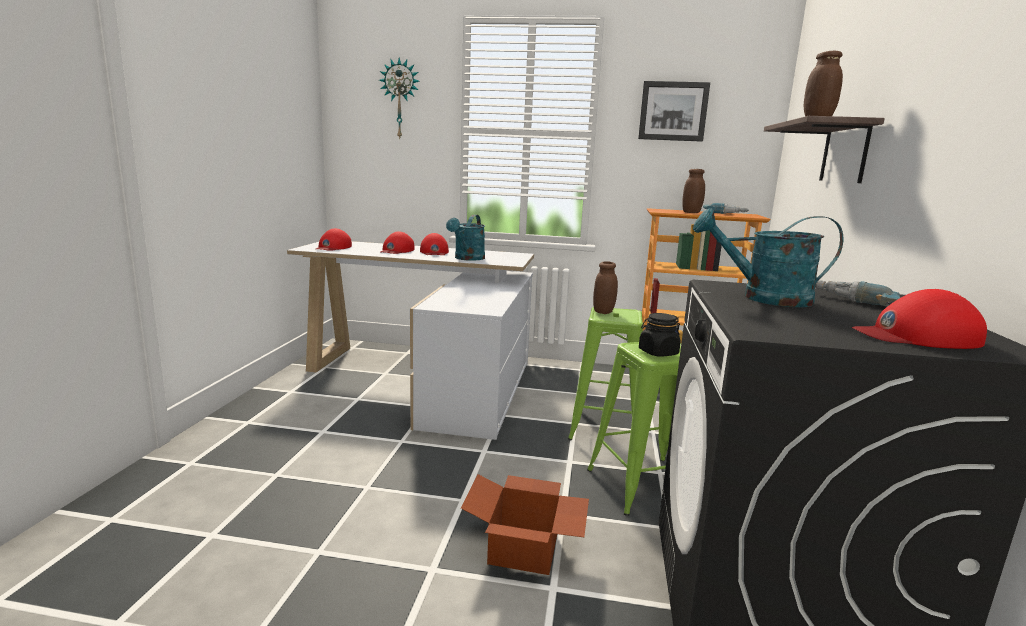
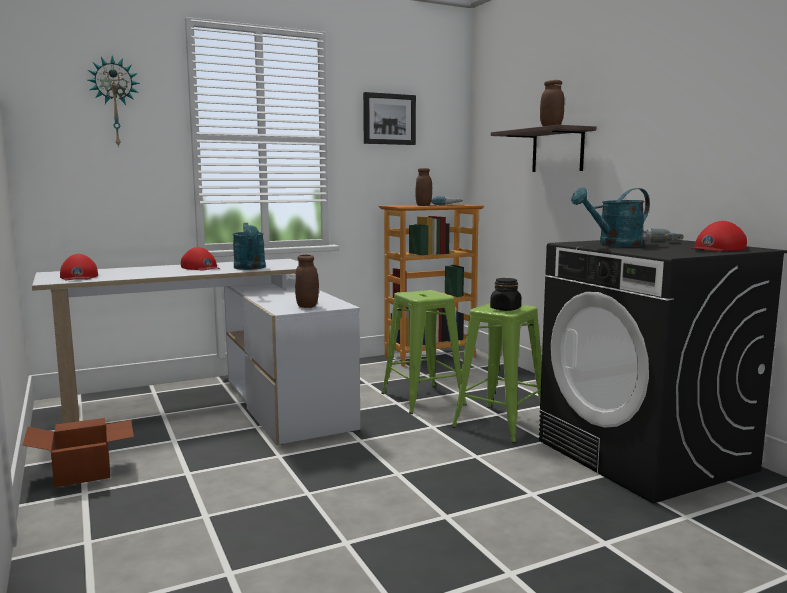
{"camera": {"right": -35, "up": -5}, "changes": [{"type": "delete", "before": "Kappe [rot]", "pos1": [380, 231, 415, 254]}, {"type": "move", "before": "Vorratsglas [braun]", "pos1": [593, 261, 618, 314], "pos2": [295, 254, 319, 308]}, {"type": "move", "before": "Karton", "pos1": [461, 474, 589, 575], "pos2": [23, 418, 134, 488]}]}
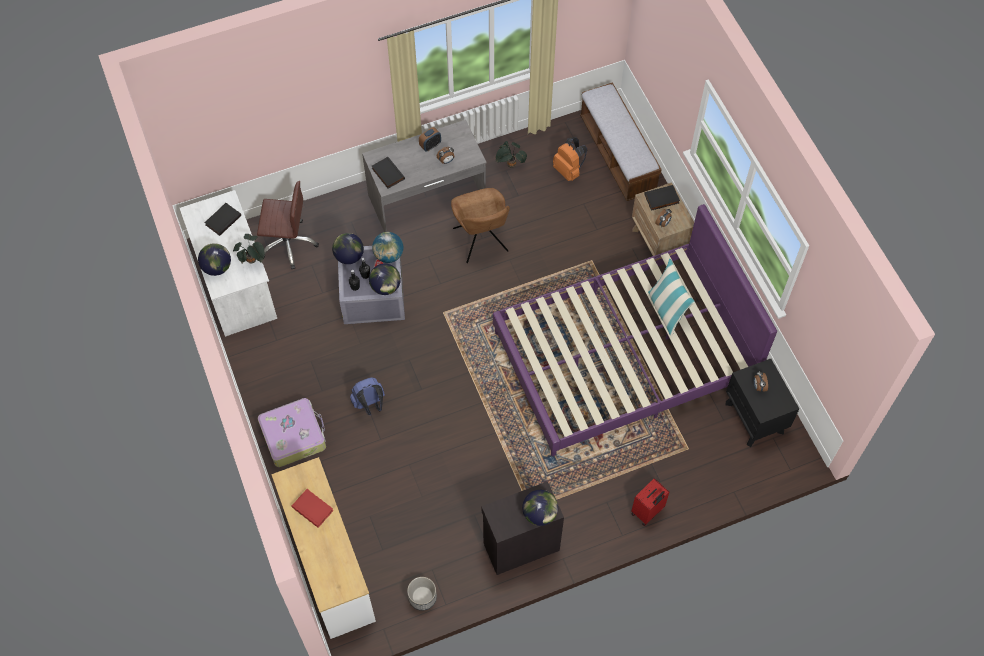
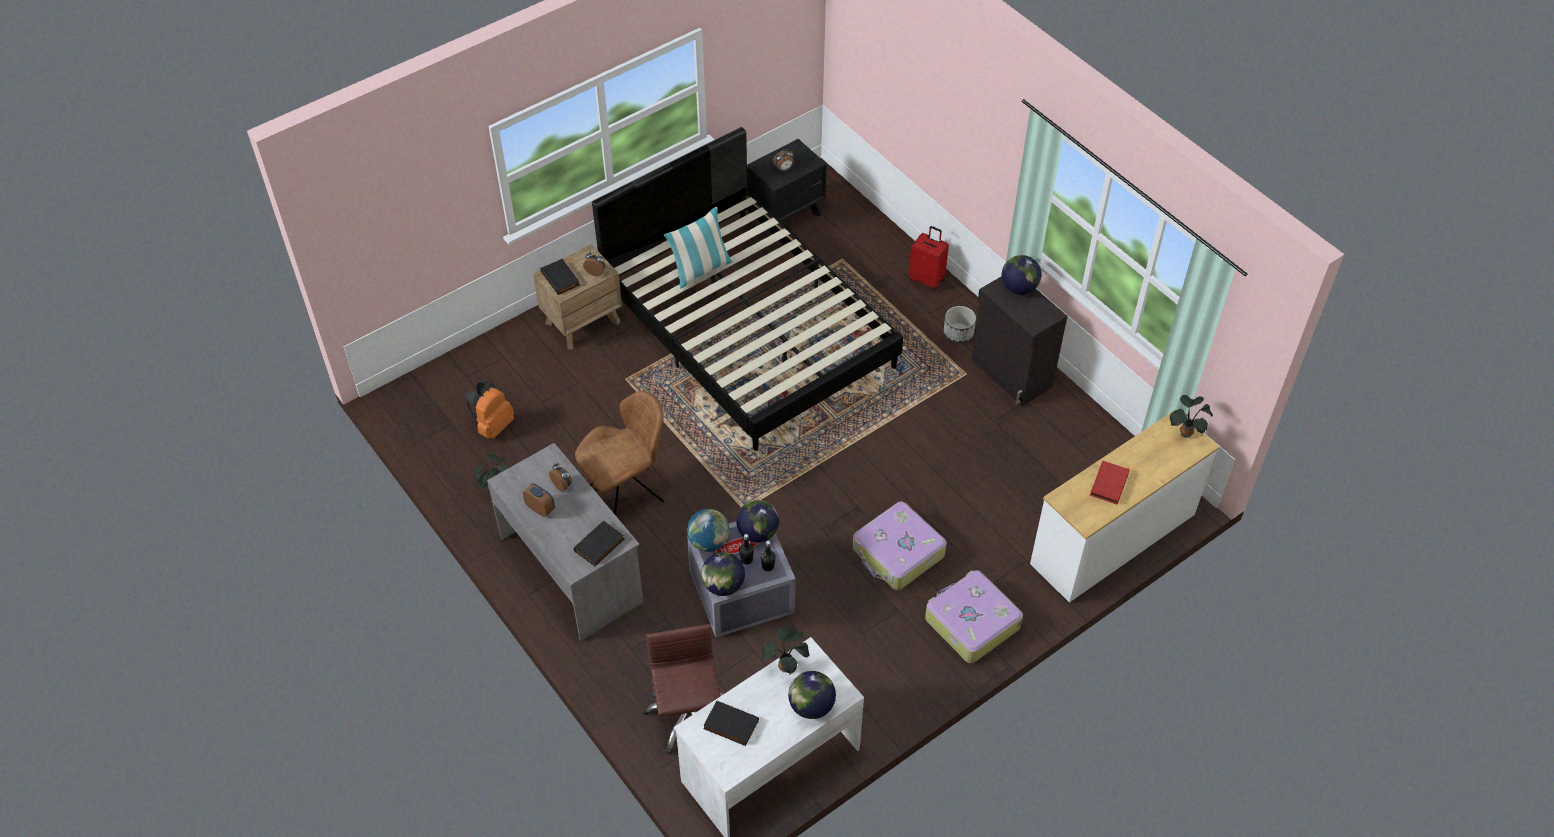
{"camera": {"right": -105, "up": -10}, "changes": [{"type": "delete", "before": "Bank", "pos1": [580, 82, 662, 201]}, {"type": "recolor", "before": "Bett [lila]", "after": "Bett [schwarz]", "pos1": [493, 204, 777, 456], "pos2": [592, 127, 903, 451]}, {"type": "replace", "before": "Rucksack [blau]", "after": "Koffer", "pos1": [350, 377, 385, 415], "pos2": [853, 501, 947, 590]}, {"type": "move", "before": "Pflanzkübel", "pos1": [407, 577, 437, 611], "pos2": [944, 306, 976, 344]}, {"type": "insert", "after": "Topfpflanze", "pos2": [1170, 395, 1213, 438]}]}
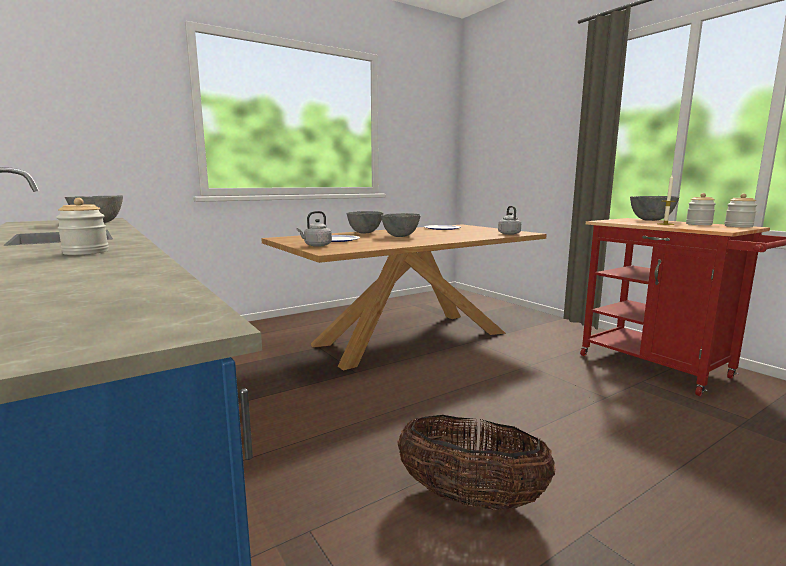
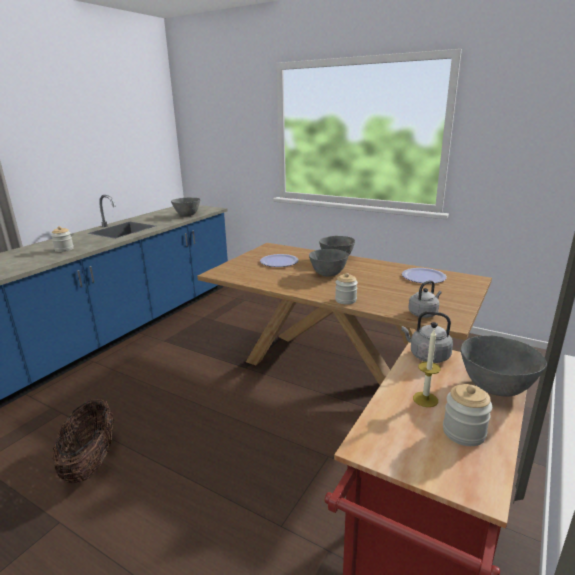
{"camera": {"right": 65, "up": 10}, "changes": [{"type": "move", "before": "Vorratsglas", "pos1": [724, 194, 757, 227], "pos2": [335, 273, 358, 304]}, {"type": "move", "before": "Wasserkessel [grau]", "pos1": [297, 211, 332, 247], "pos2": [402, 311, 453, 363]}]}
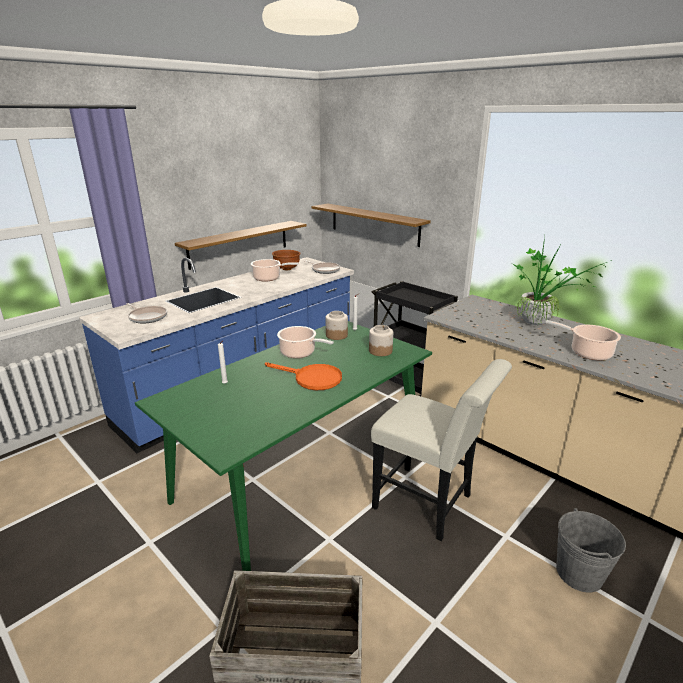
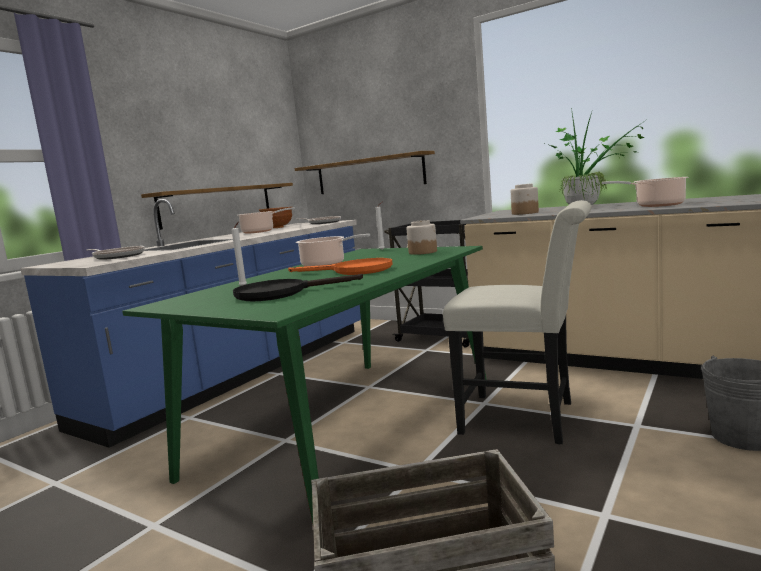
{"camera": {"right": -10, "up": -15}, "changes": [{"type": "move", "before": "Vorratsglas", "pos1": [326, 311, 348, 340], "pos2": [511, 184, 539, 215]}, {"type": "insert", "after": "Pfanne [schwarz]", "pos2": [233, 274, 363, 301]}]}
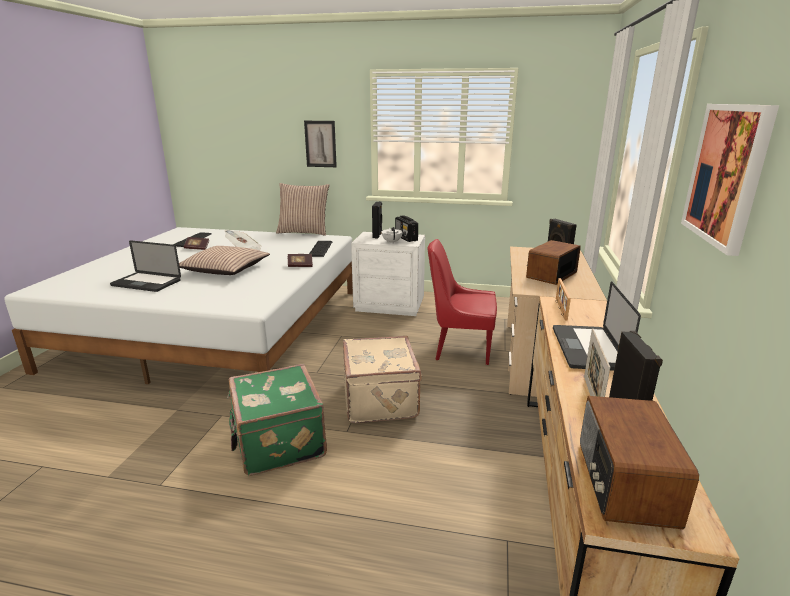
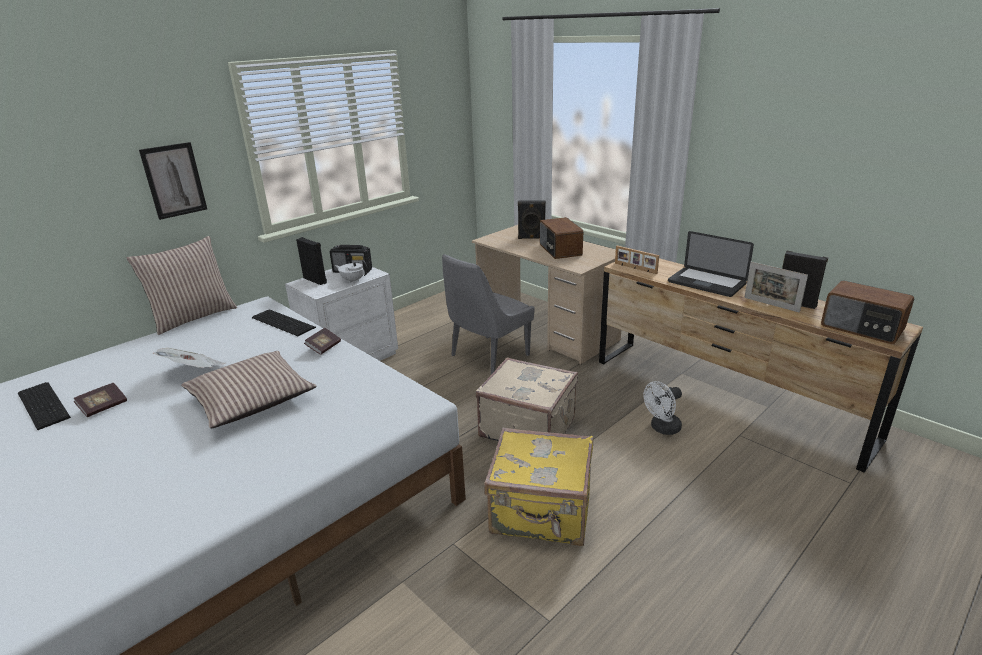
{"camera": {"right": -55, "up": 5}, "changes": [{"type": "delete", "before": "Bild", "pos1": [681, 104, 779, 256]}, {"type": "recolor", "before": "Stuhl [rot]", "after": "Stuhl [grau]", "pos1": [428, 239, 497, 365], "pos2": [442, 254, 535, 375]}, {"type": "delete", "before": "Laptop", "pos1": [110, 240, 181, 292]}, {"type": "recolor", "before": "Koffer [grün]", "after": "Koffer [gelb]", "pos1": [227, 364, 327, 476], "pos2": [484, 428, 593, 546]}, {"type": "insert", "after": "Ventilator [weiß]", "pos2": [643, 381, 682, 435]}]}
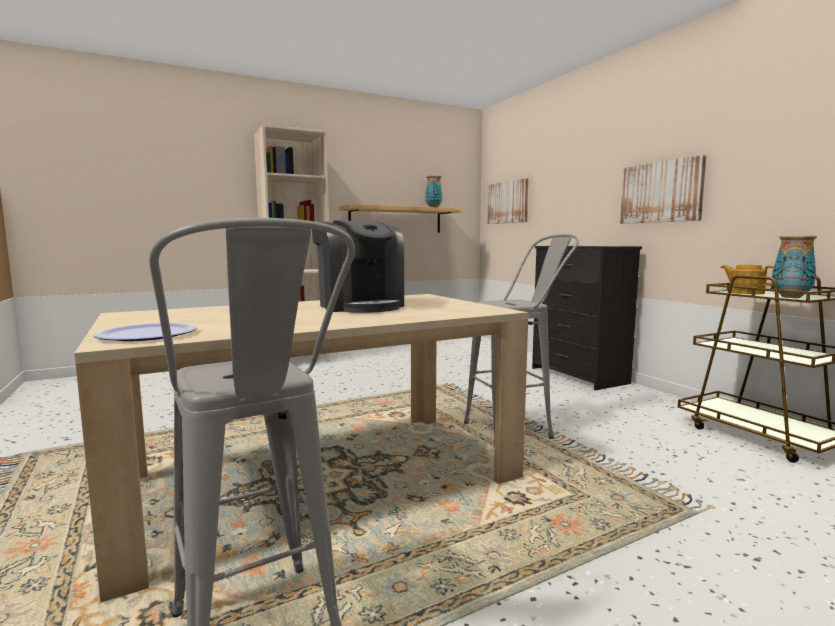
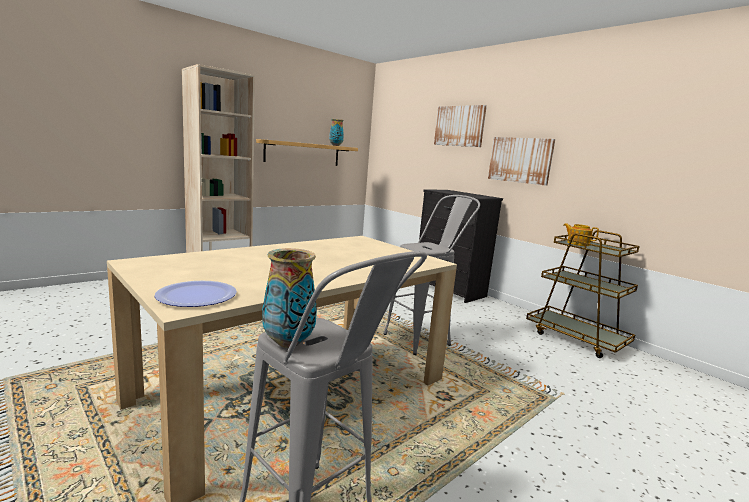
{"camera": {"right": -15, "up": 5}, "changes": [{"type": "move", "before": "Bild", "pos1": [487, 178, 529, 224], "pos2": [434, 105, 487, 147]}, {"type": "delete", "before": "Kaffeemaschine", "pos1": [312, 220, 404, 313]}, {"type": "move", "before": "Vase", "pos1": [772, 236, 817, 298], "pos2": [262, 248, 317, 348]}]}
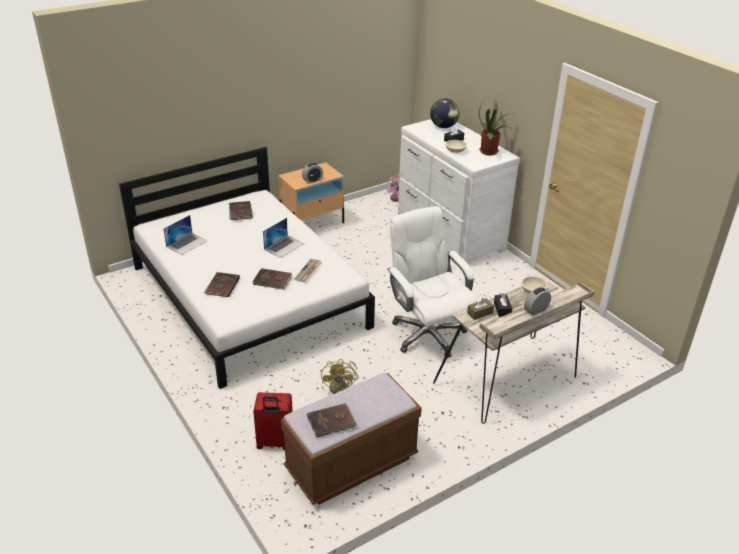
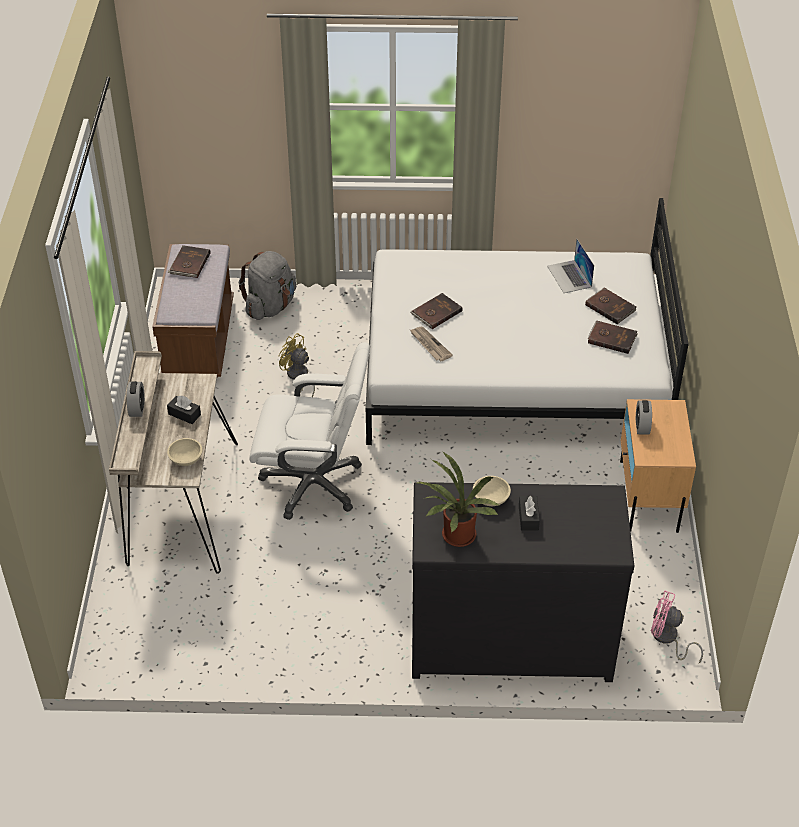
{"camera": {"right": 125, "up": 10}, "changes": [{"type": "delete", "before": "Globus", "pos1": [430, 99, 459, 128]}, {"type": "recolor", "before": "Kommode [weiß]", "after": "Kommode [schwarz]", "pos1": [398, 119, 520, 265], "pos2": [412, 482, 634, 682]}, {"type": "delete", "before": "Laptop", "pos1": [263, 218, 304, 258]}, {"type": "move", "before": "Buch [braun]", "pos1": [204, 272, 240, 297], "pos2": [585, 287, 637, 324]}, {"type": "delete", "before": "Taschentuchbox [braun]", "pos1": [467, 298, 494, 320]}, {"type": "replace", "before": "Koffer [rot]", "after": "Rucksack [grau]", "pos1": [253, 392, 293, 450], "pos2": [239, 251, 296, 320]}]}
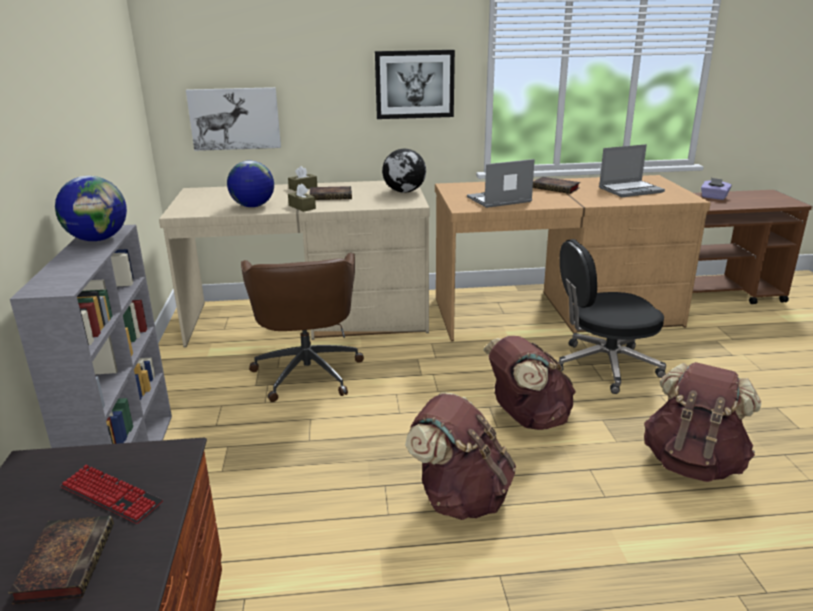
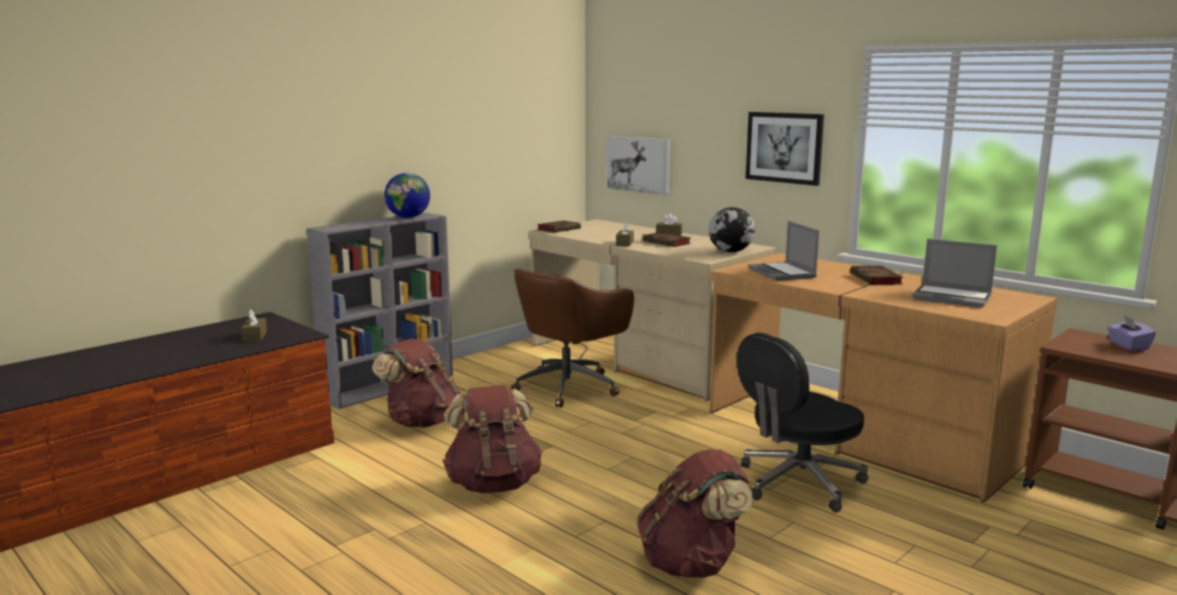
{"camera": {"right": 50, "up": -10}, "changes": [{"type": "rotate", "before": "Laptop", "pos1": [467, 159, 535, 208], "pos2": [748, 221, 819, 281], "turn": -135}, {"type": "delete", "before": "Globus", "pos1": [227, 160, 274, 207]}, {"type": "rotate", "before": "Bürostuhl [schwarz]", "pos1": [558, 239, 666, 394], "pos2": [737, 333, 868, 512], "turn": -75}, {"type": "move", "before": "Rucksack [braun]", "pos1": [483, 336, 576, 430], "pos2": [372, 339, 461, 427]}, {"type": "replace", "before": "Tastatur", "after": "Taschentuchbox [braun]", "pos1": [60, 465, 163, 524], "pos2": [241, 309, 267, 342]}, {"type": "move", "before": "Buch", "pos1": [8, 515, 114, 604], "pos2": [537, 221, 581, 232]}]}
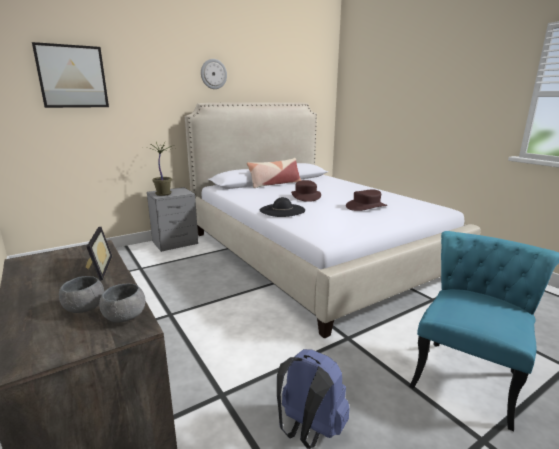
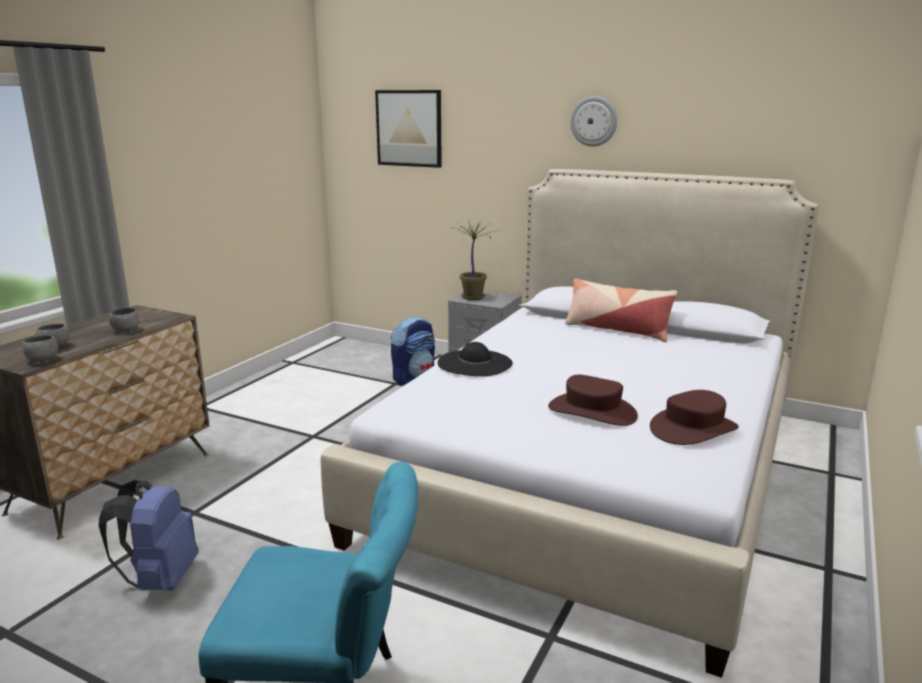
{"camera": {"right": 60, "up": 0}, "changes": [{"type": "move", "before": "Hut [braun]", "pos1": [291, 180, 321, 202], "pos2": [650, 390, 739, 445]}, {"type": "replace", "before": "Bilderrahmen", "after": "Schüssel [grau]", "pos1": [86, 227, 112, 281], "pos2": [109, 307, 139, 332]}, {"type": "insert", "after": "Rucksack", "pos2": [391, 316, 435, 385]}]}
